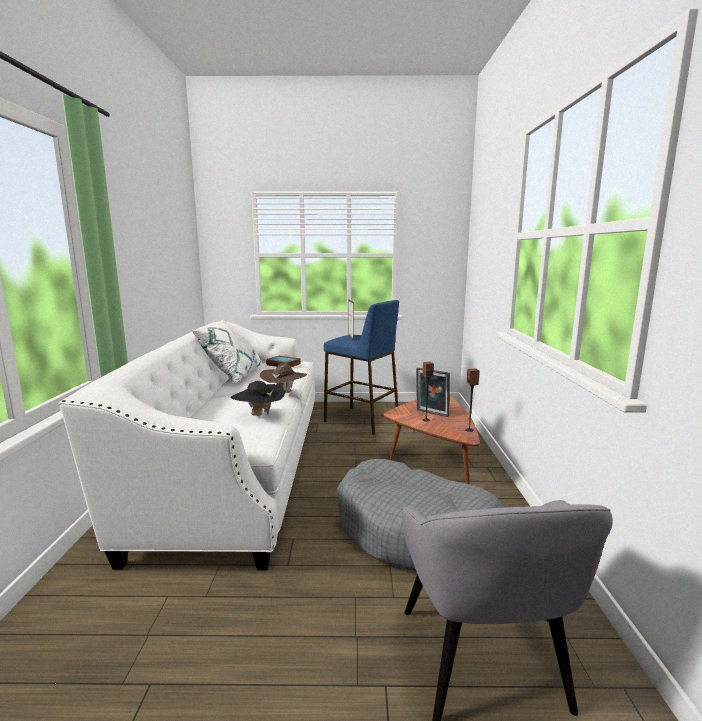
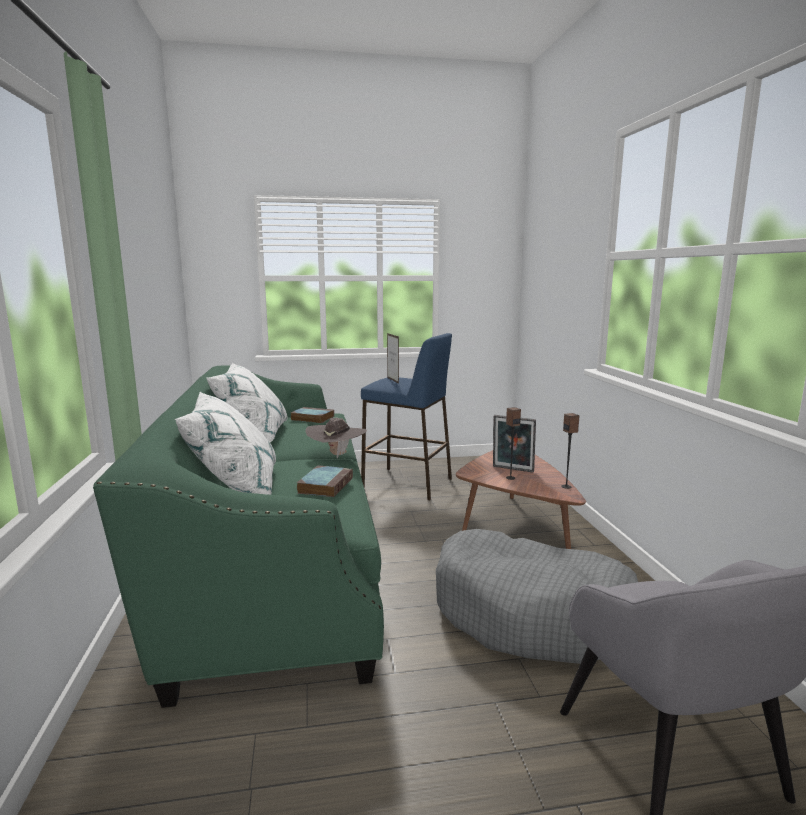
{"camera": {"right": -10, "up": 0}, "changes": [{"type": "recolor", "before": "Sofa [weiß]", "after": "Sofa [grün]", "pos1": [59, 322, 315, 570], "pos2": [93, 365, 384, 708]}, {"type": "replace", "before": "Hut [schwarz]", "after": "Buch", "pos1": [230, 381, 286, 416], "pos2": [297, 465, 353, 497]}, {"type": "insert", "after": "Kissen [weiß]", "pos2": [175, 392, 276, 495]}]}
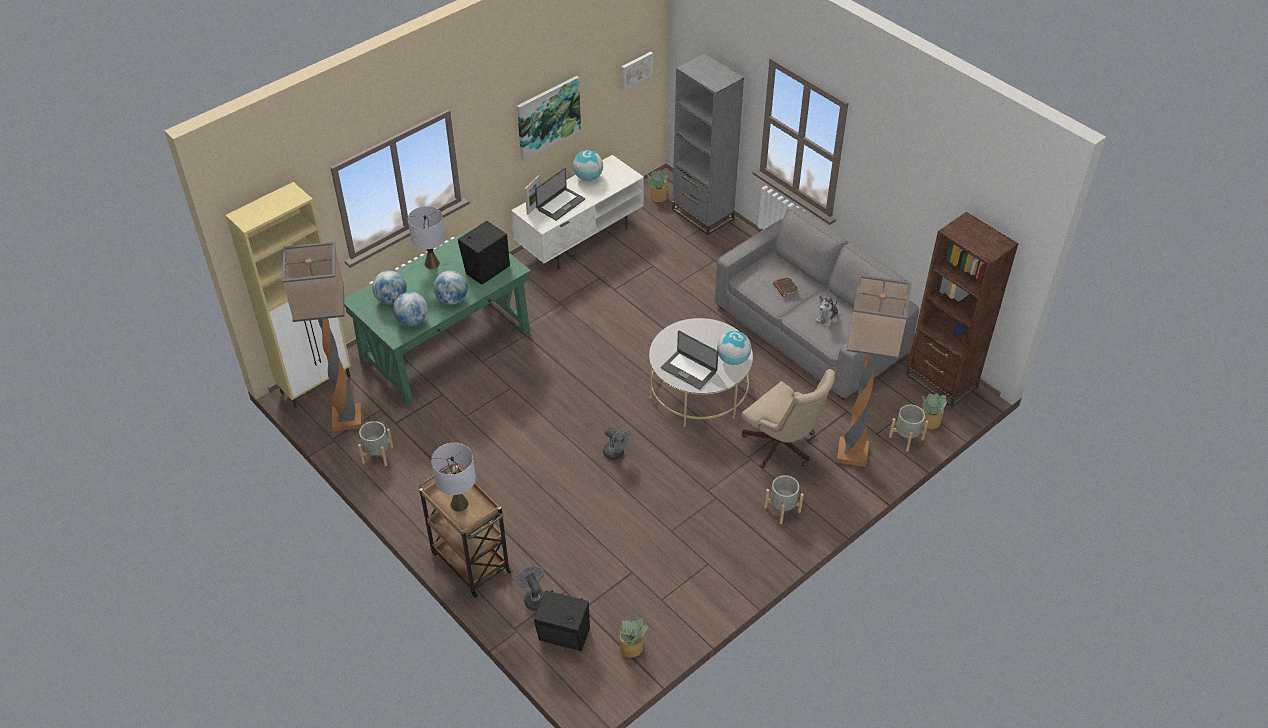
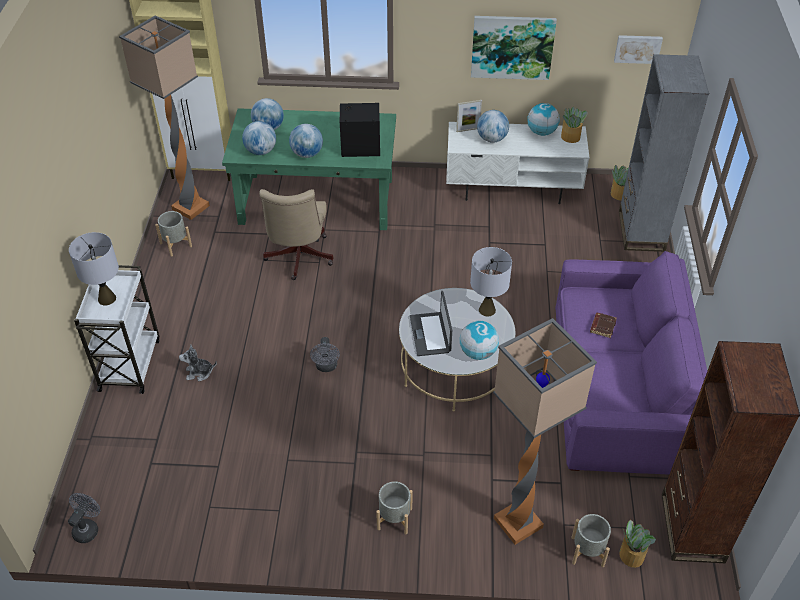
{"camera": {"right": 45, "up": 0}, "changes": [{"type": "replace", "before": "Laptop", "after": "Globus", "pos1": [535, 168, 585, 221], "pos2": [477, 110, 509, 143]}, {"type": "move", "before": "Tischlampe [grau]", "pos1": [408, 206, 445, 269], "pos2": [470, 247, 512, 316]}, {"type": "recolor", "before": "Sofa [grau]", "after": "Sofa [lila]", "pos1": [715, 207, 919, 400], "pos2": [555, 251, 707, 475]}, {"type": "move", "before": "Plüschtier", "pos1": [815, 295, 838, 328], "pos2": [179, 344, 217, 381]}, {"type": "move", "before": "Bürostuhl [beige]", "pos1": [742, 369, 835, 468], "pos2": [259, 189, 334, 280]}, {"type": "recolor", "before": "Rollwagen [braun]", "after": "Rollwagen [weiß]", "pos1": [418, 464, 513, 598], "pos2": [74, 265, 159, 394]}, {"type": "move", "before": "Ventilator [grau]", "pos1": [516, 565, 544, 611], "pos2": [68, 493, 100, 543]}, {"type": "delete", "before": "Lautsprecher [schwarz]", "pos1": [534, 590, 590, 651]}, {"type": "move", "before": "Topfpflanze", "pos1": [619, 618, 648, 658], "pos2": [561, 106, 587, 143]}]}
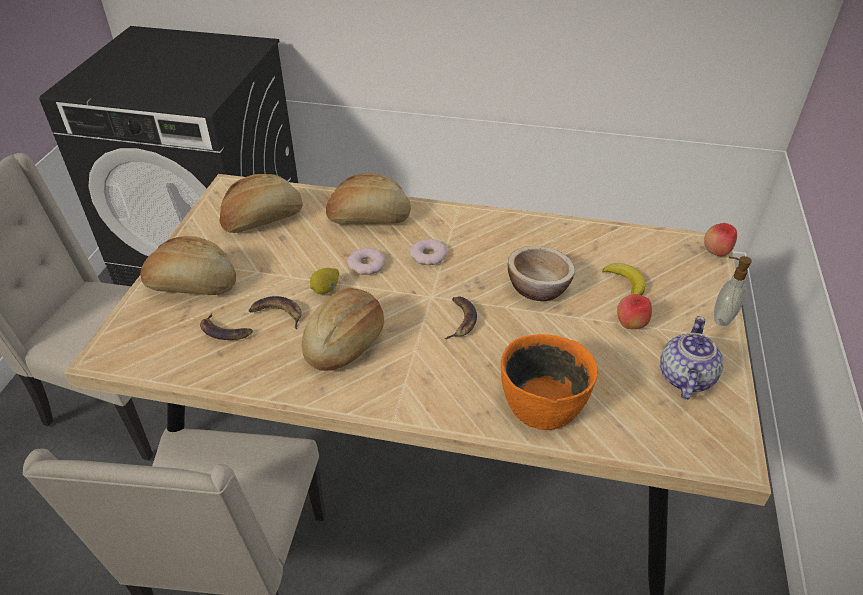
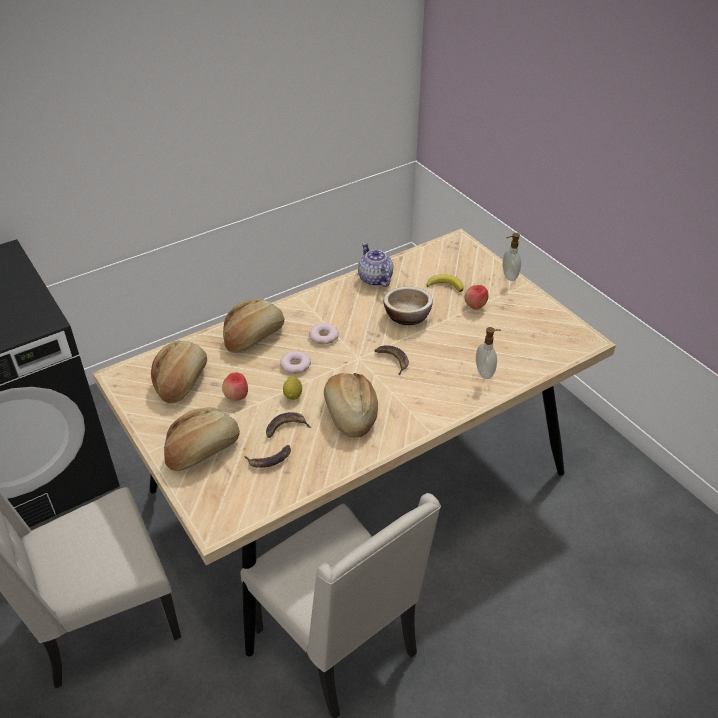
{"camera": {"right": -45, "up": 0}, "changes": [{"type": "move", "before": "Apfel", "pos1": [704, 223, 737, 256], "pos2": [222, 373, 248, 401]}, {"type": "move", "before": "Teekanne", "pos1": [660, 316, 723, 400], "pos2": [358, 243, 393, 287]}, {"type": "replace", "before": "Schüssel [orange]", "after": "Seifenspender", "pos1": [500, 334, 598, 430], "pos2": [476, 327, 501, 379]}]}
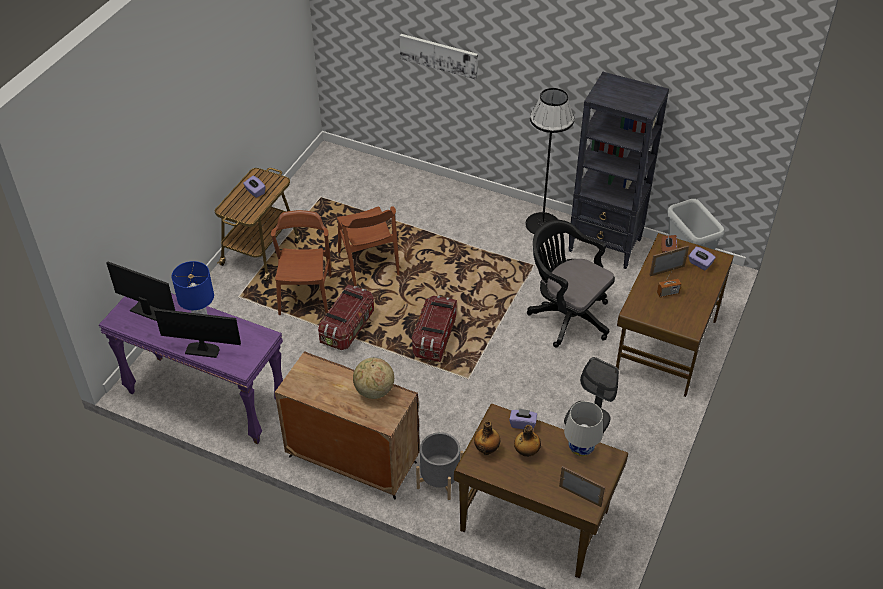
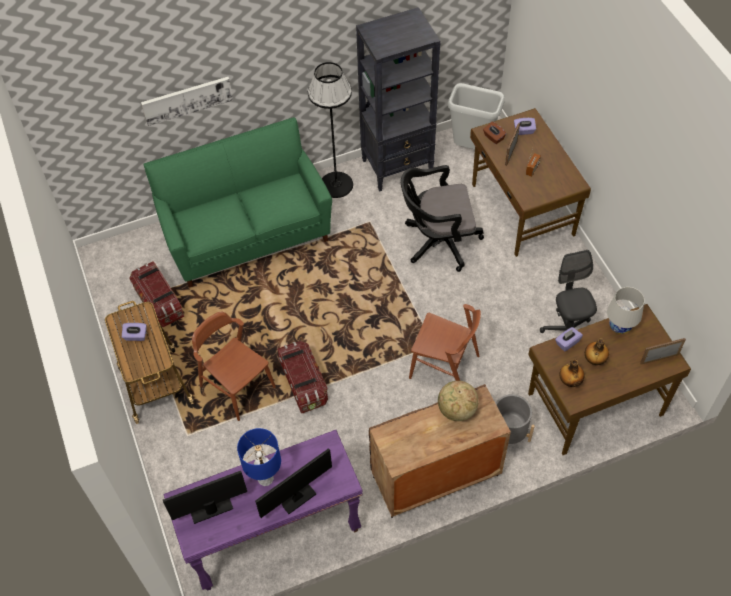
{"camera": {"right": -45, "up": 10}, "changes": [{"type": "move", "before": "Stuhl [braun]", "pos1": [337, 206, 400, 286], "pos2": [409, 304, 481, 381]}, {"type": "move", "before": "Aufbewahrungsbox", "pos1": [411, 296, 457, 362], "pos2": [129, 261, 184, 327]}, {"type": "insert", "after": "Sofa [grün]", "pos2": [144, 117, 332, 288]}]}
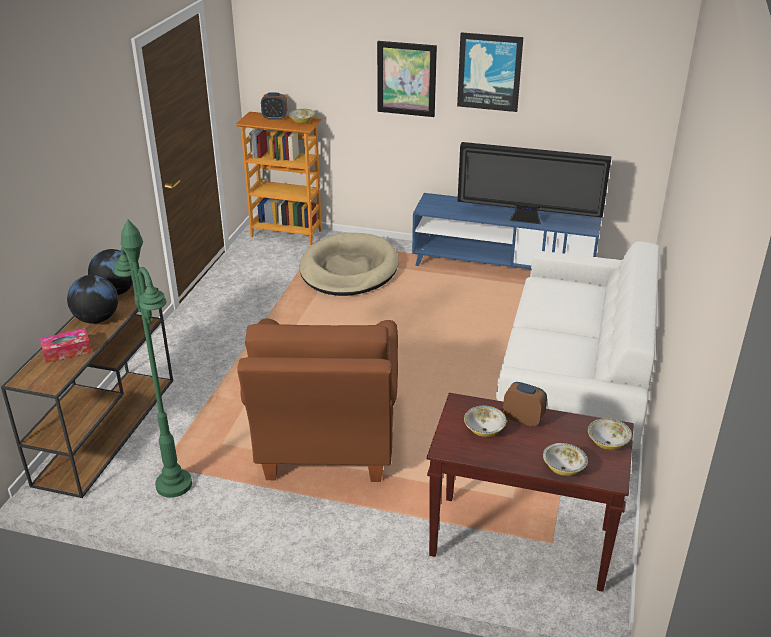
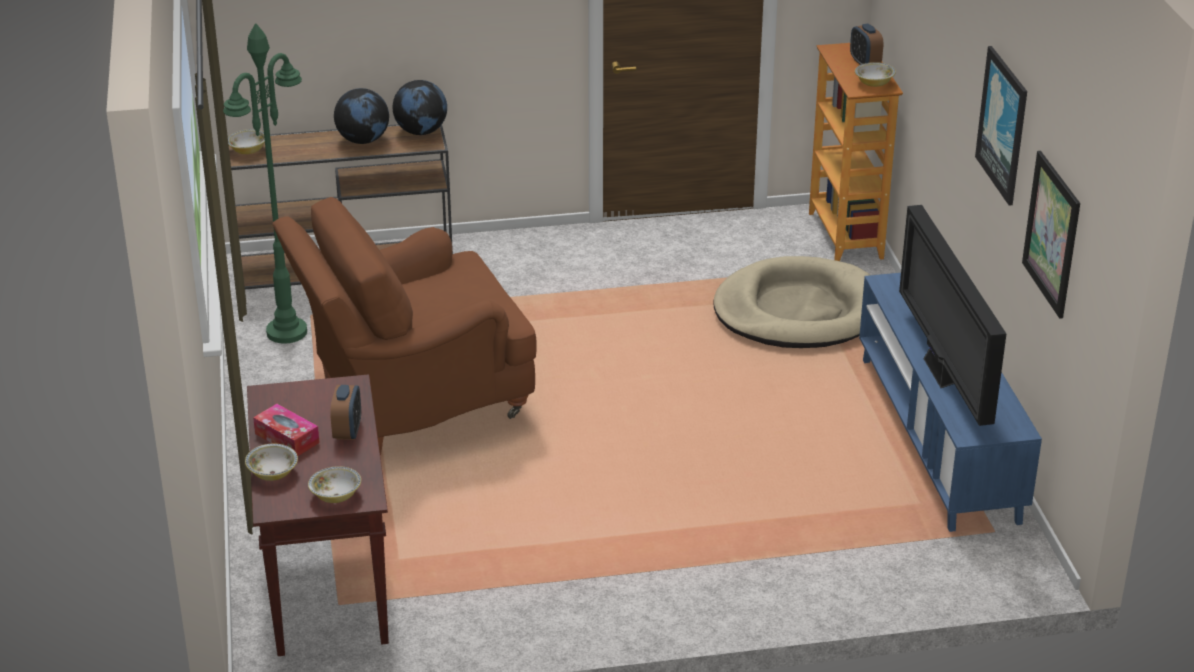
{"camera": {"right": 65, "up": 0}, "changes": [{"type": "move", "before": "Bild", "pos1": [377, 41, 437, 117], "pos2": [1022, 151, 1080, 319]}, {"type": "delete", "before": "Sofa [weiß]", "pos1": [496, 241, 659, 449]}, {"type": "move", "before": "Taschentuchbox", "pos1": [40, 328, 92, 363], "pos2": [253, 404, 320, 456]}, {"type": "move", "before": "Schüssel", "pos1": [464, 406, 506, 437], "pos2": [228, 129, 265, 154]}]}
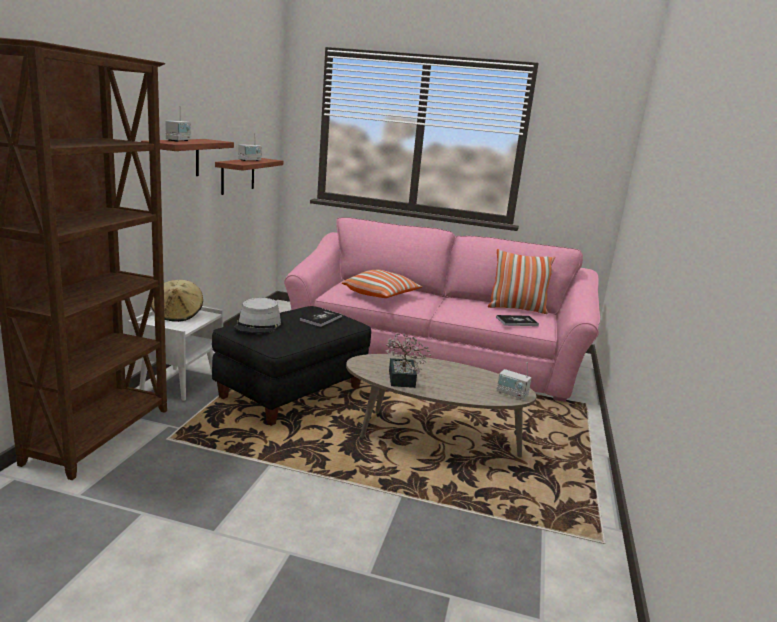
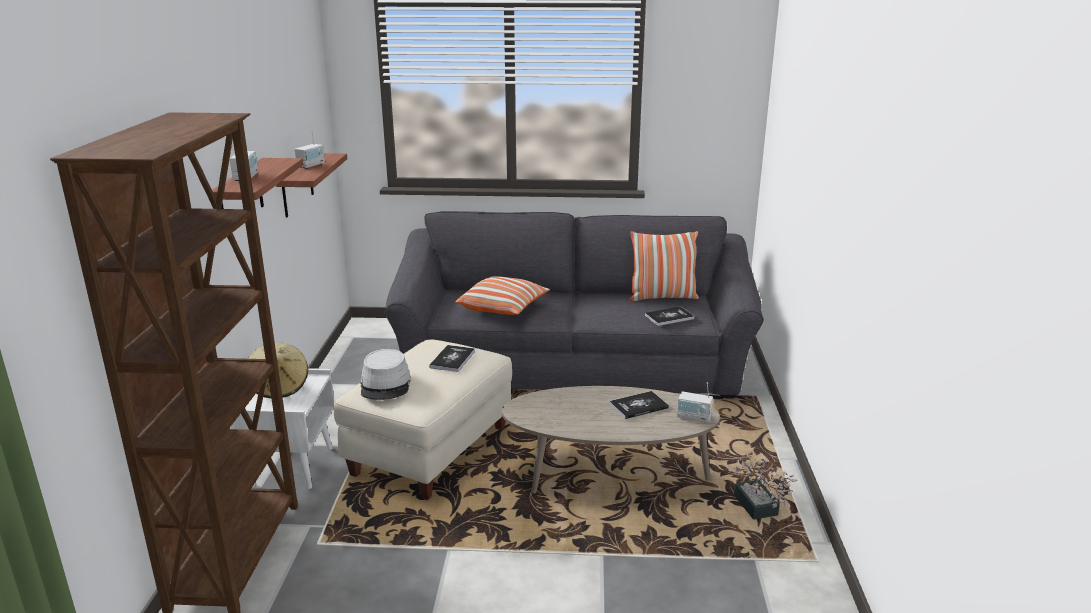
{"camera": {"right": -10, "up": 5}, "changes": [{"type": "recolor", "before": "Sofa [rosa]", "after": "Sofa [grau]", "pos1": [284, 217, 600, 402], "pos2": [385, 211, 764, 399]}, {"type": "recolor", "before": "Polsterhocker [schwarz]", "after": "Polsterhocker [beige]", "pos1": [212, 306, 371, 426], "pos2": [333, 339, 512, 500]}, {"type": "move", "before": "Topfpflanze", "pos1": [386, 333, 431, 388], "pos2": [728, 454, 798, 520]}, {"type": "insert", "after": "Buch", "pos2": [609, 391, 669, 419]}]}
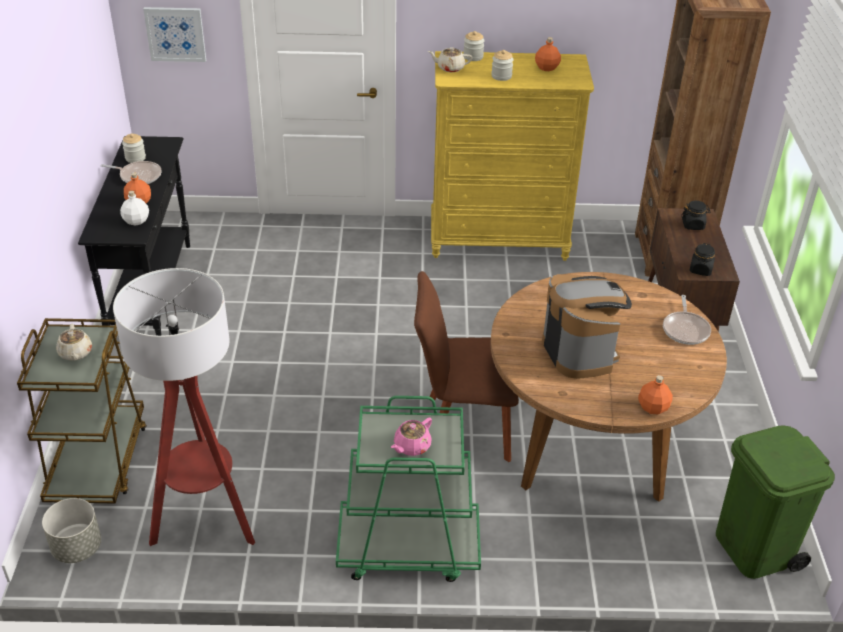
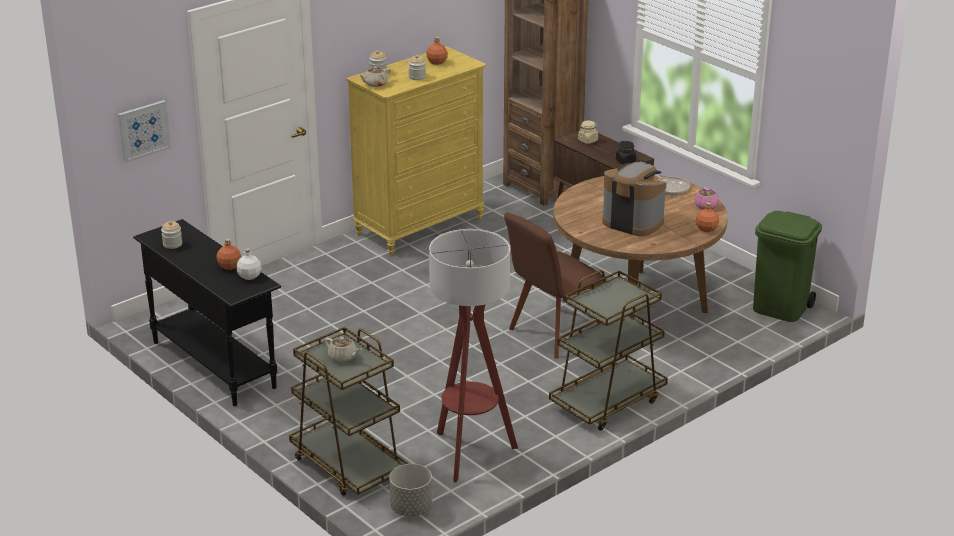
{"camera": {"right": -40, "up": -10}, "changes": [{"type": "delete", "before": "Pfanne", "pos1": [100, 161, 161, 184]}, {"type": "recolor", "before": "Vorratsglas [schwarz]", "after": "Vorratsglas [beige]", "pos1": [681, 201, 711, 230], "pos2": [578, 121, 598, 144]}, {"type": "recolor", "before": "Rollwagen [grün]", "after": "Rollwagen [braun]", "pos1": [336, 396, 481, 582], "pos2": [549, 270, 668, 431]}, {"type": "move", "before": "Teekanne [rosa]", "pos1": [391, 418, 432, 456], "pos2": [694, 187, 719, 210]}]}
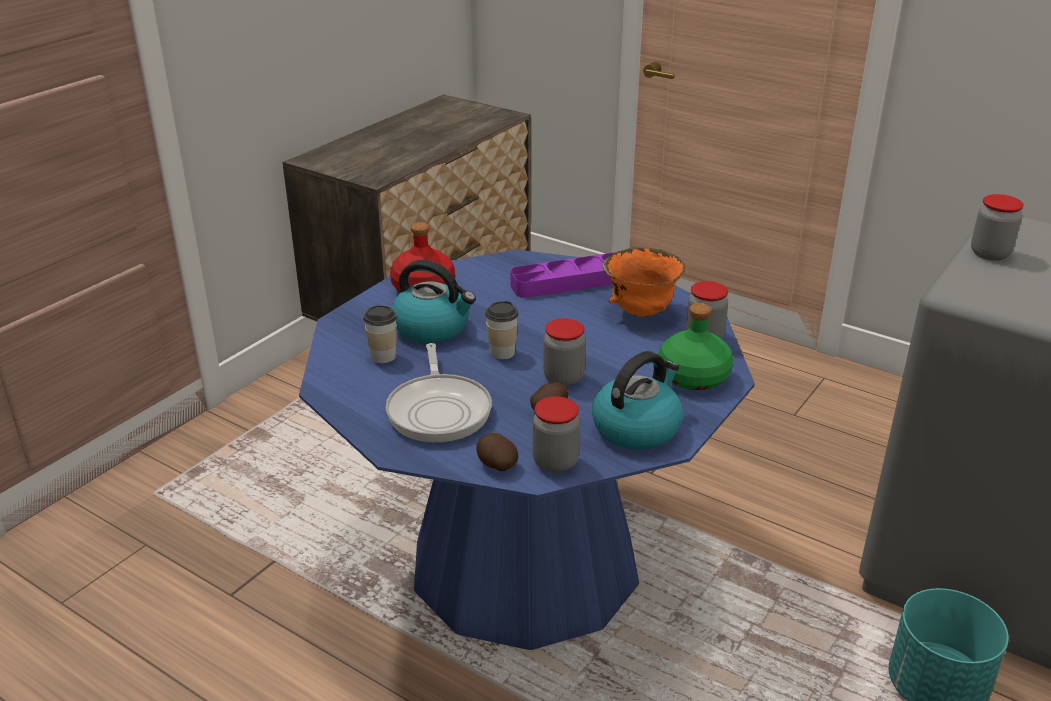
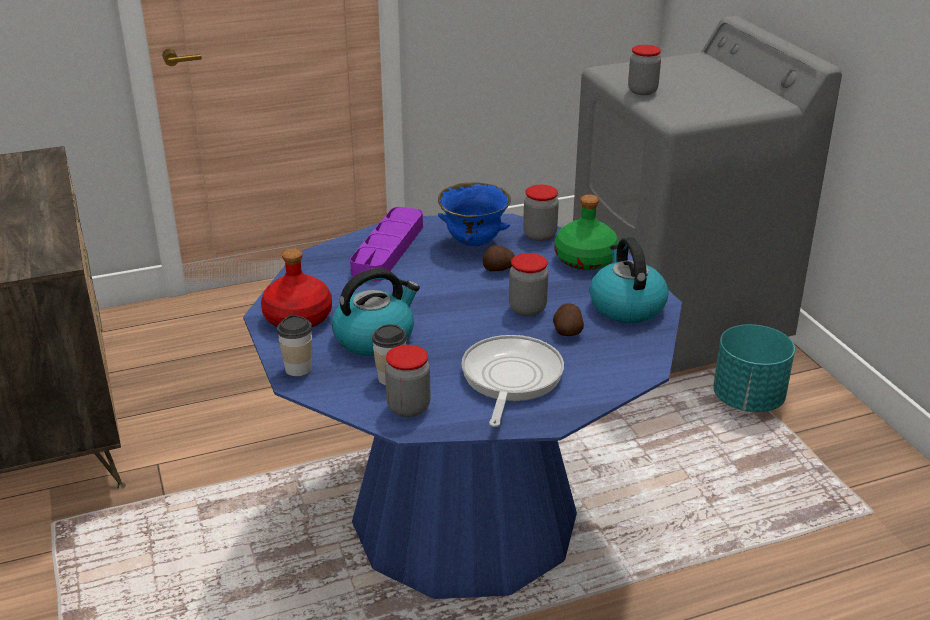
{"camera": {"right": -55, "up": 0}, "changes": [{"type": "recolor", "before": "Schüssel [orange]", "after": "Schüssel [blau]", "pos1": [603, 247, 685, 317], "pos2": [438, 182, 511, 246]}, {"type": "move", "before": "Tasse", "pos1": [485, 301, 518, 359], "pos2": [277, 315, 312, 376]}, {"type": "rotate", "before": "Pfanne", "pos1": [386, 343, 492, 443], "pos2": [461, 335, 564, 427], "turn": -105}, {"type": "move", "before": "Vorratsglas", "pos1": [533, 396, 580, 473], "pos2": [385, 345, 431, 417]}, {"type": "move", "before": "Kartoffel", "pos1": [477, 433, 518, 471], "pos2": [483, 245, 515, 271]}]}
